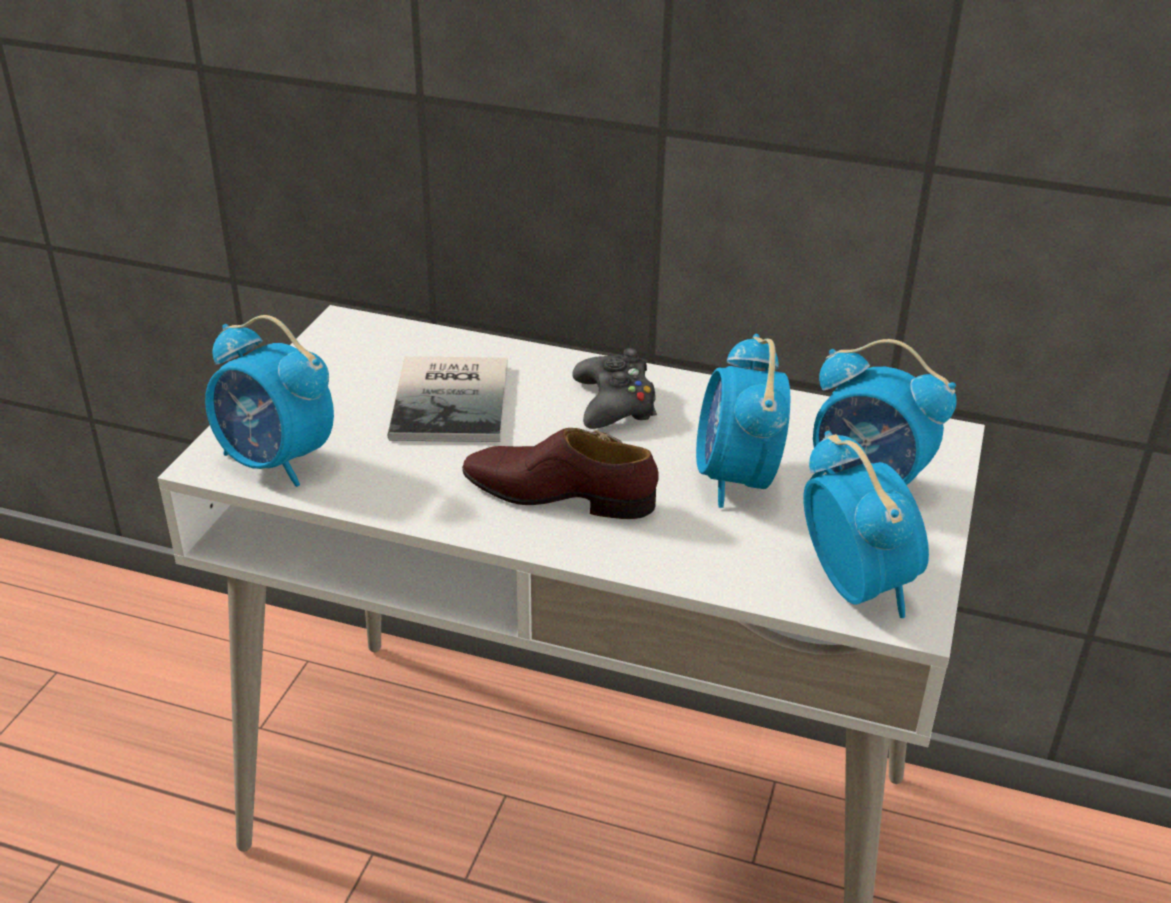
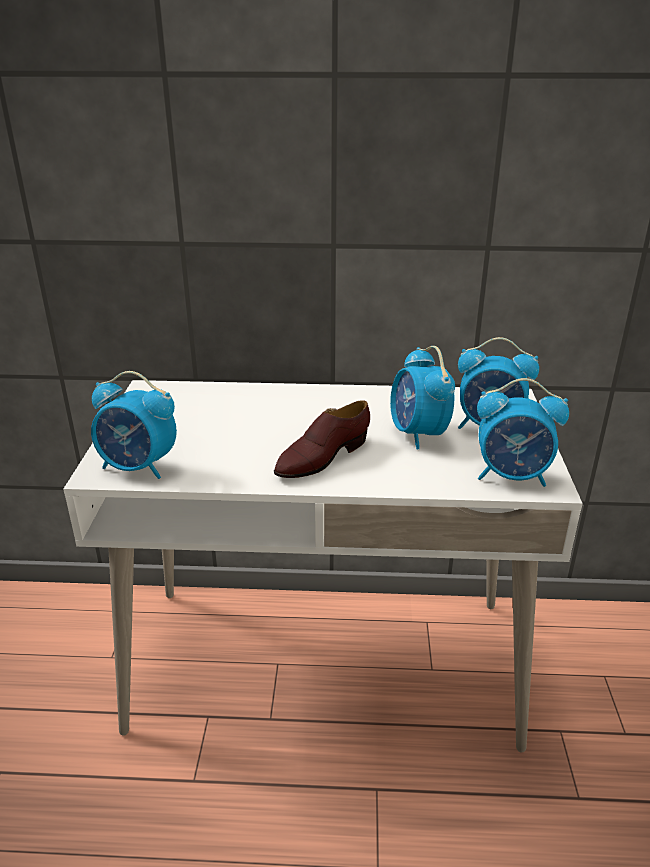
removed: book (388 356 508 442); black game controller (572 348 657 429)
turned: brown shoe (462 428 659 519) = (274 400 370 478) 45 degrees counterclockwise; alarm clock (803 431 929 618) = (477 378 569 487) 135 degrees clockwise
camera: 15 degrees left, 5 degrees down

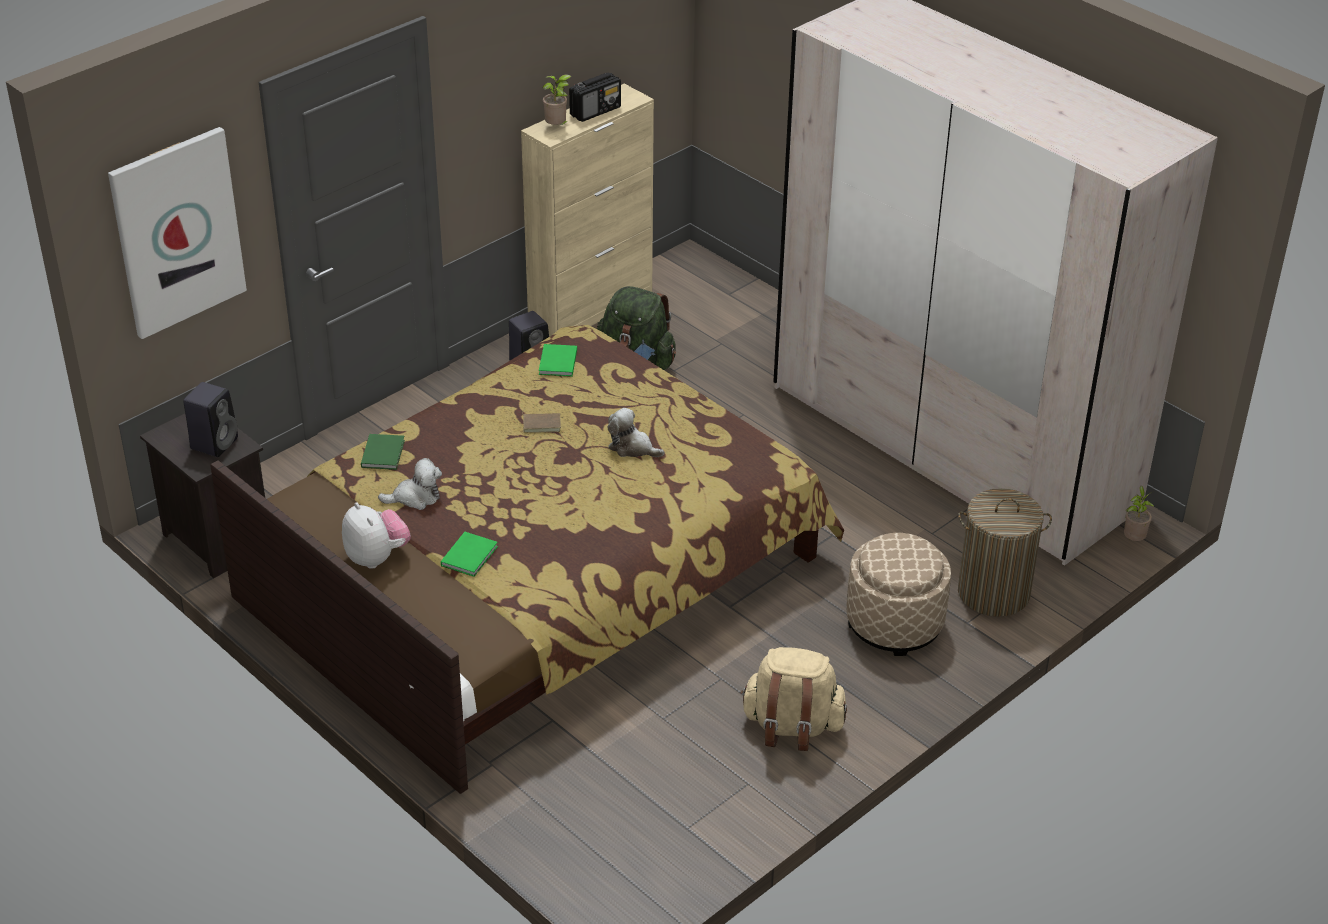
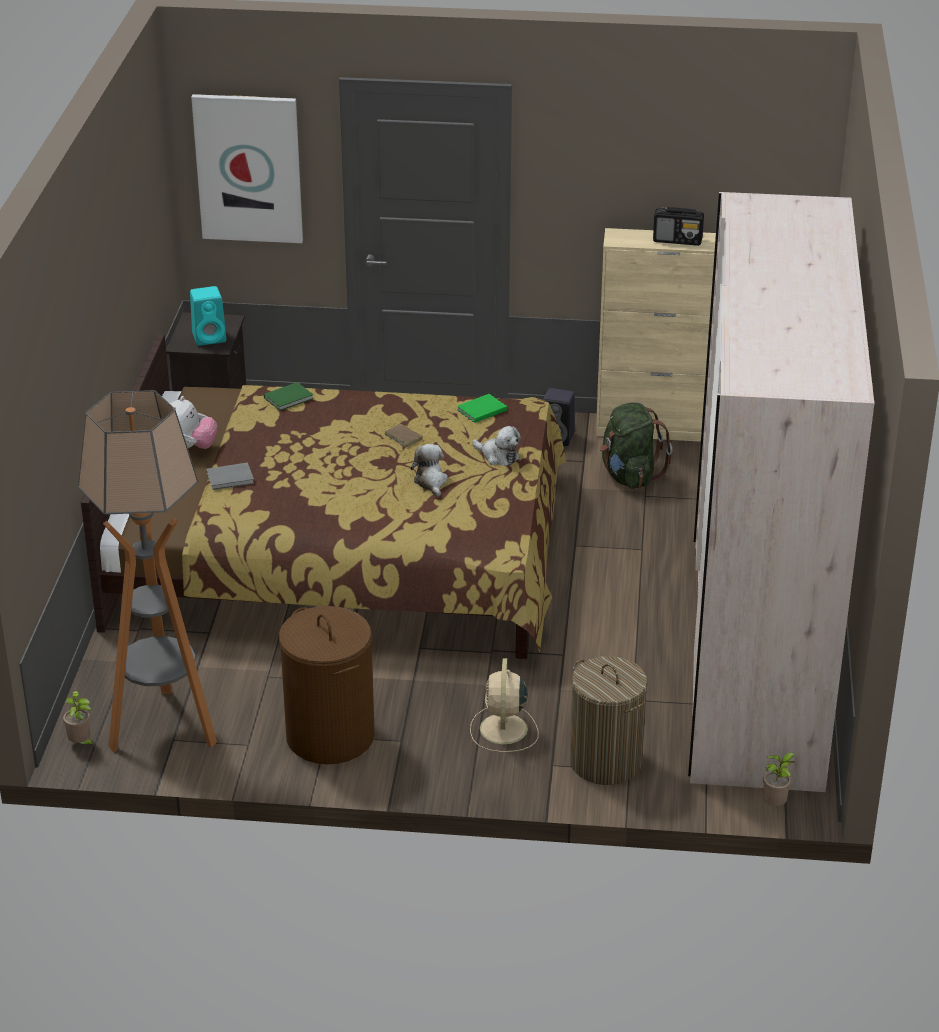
added: floor lamp (78 390 217 752)
moved: plush toy (378 458 442 510) to (472 426 521 466); potted plant (543 74 572 125) to (63 691 95 747)
replaced: beige backpack (740 647 847 751) to brown laundry basket (279 606 375 764); beige ottoman (846 533 951 656) to beige fan (470 658 539 752)
recoloured: black speaker (183 382 238 457) to turquoise speaker (190 286 226 346); green book (441 532 498 577) to grey book (206 462 254 490)
camera: 50 degrees right, 5 degrees down

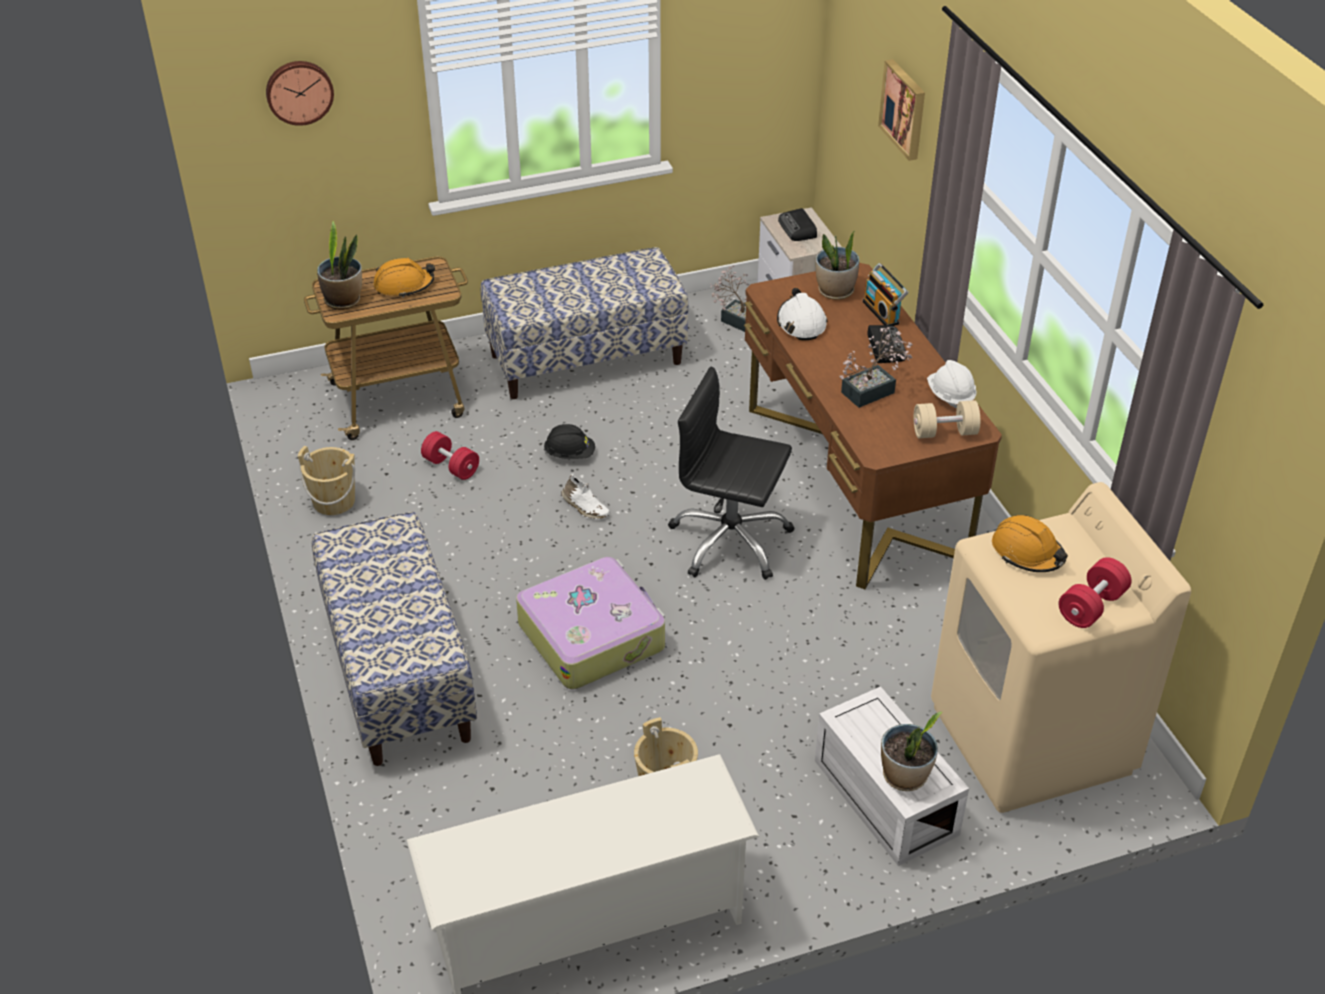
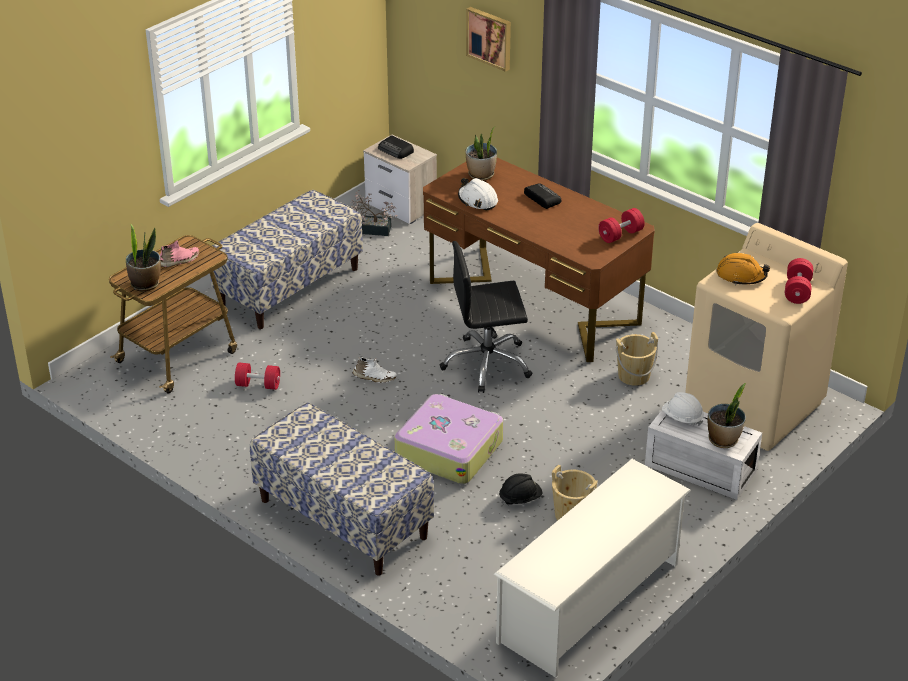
removed: wall clock (266 61 334 126); potted plant (839 327 913 408); radio (863 263 908 326)
moved: beige bucket (298 445 355 515) to (616 332 658 386); black hard hat (544 424 595 459) to (499 473 542 505); white hard hat (927 360 977 408) to (662 392 704 426)
replaced: orange hard hat (374 258 435 298) to pink shoe (160 240 199 267)
recoloured: beige dumbbell (914 400 980 438) to red dumbbell (598 208 645 243)
camera: 30 degrees left, 5 degrees down

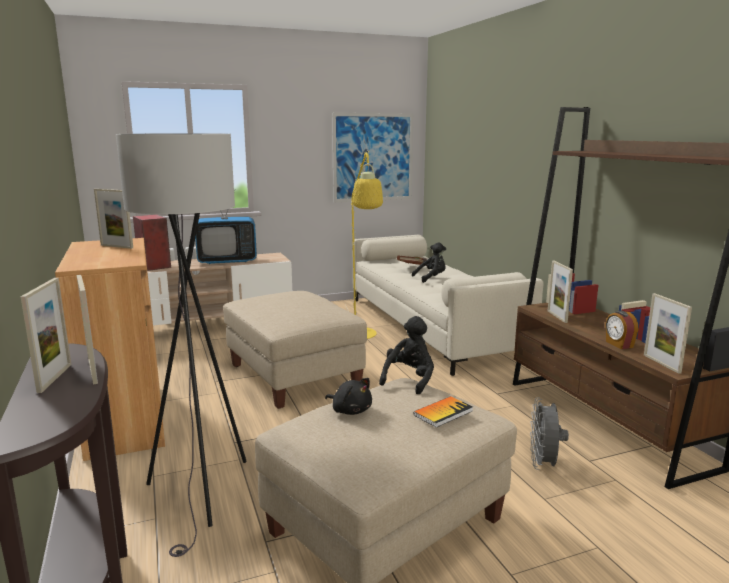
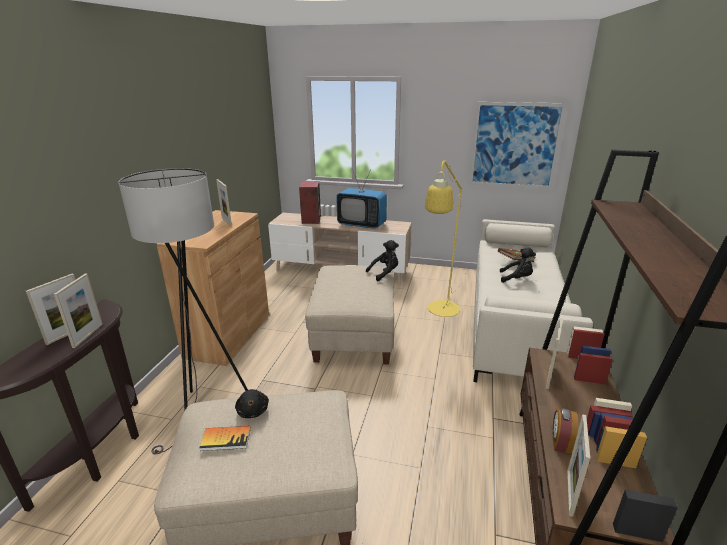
removed: grey fan (530 397 569 470)
moved: black plush toy (379 316 434 394) to (366 240 399 281); book (413 396 473 428) to (199 426 251 451)
camera: 35 degrees right, 10 degrees up

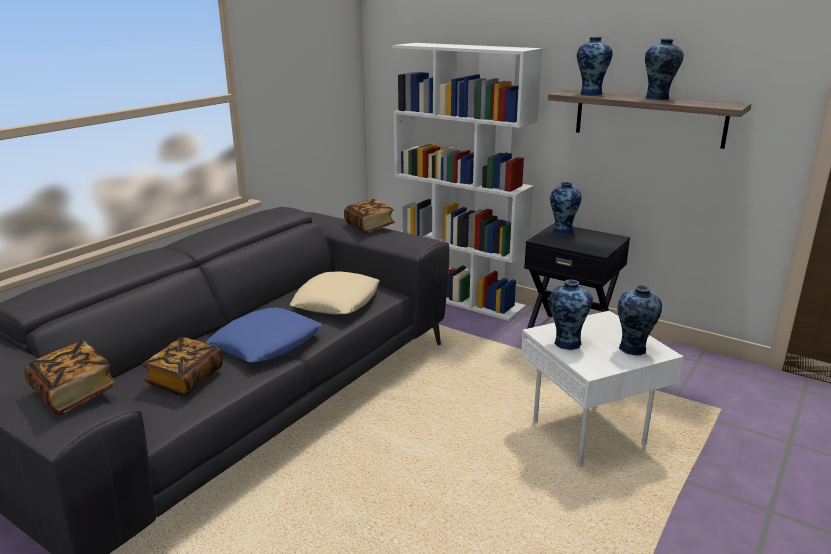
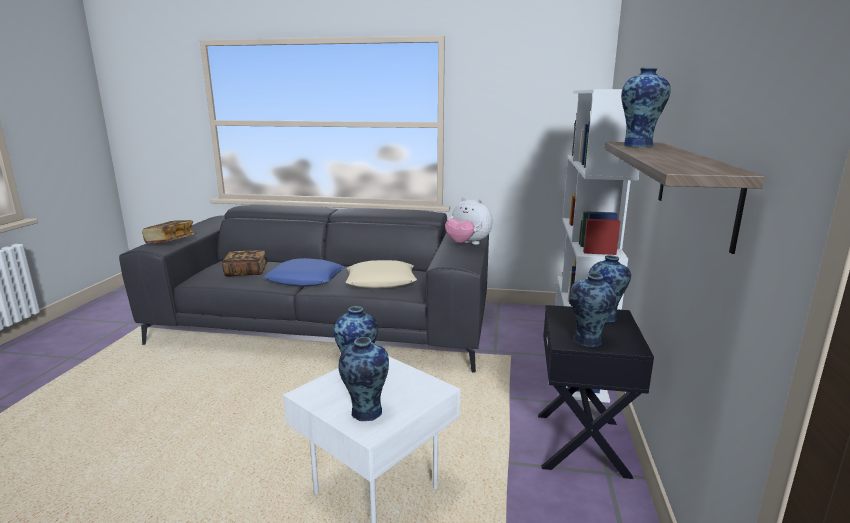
moved: vase (645 38 684 100) to (570 273 616 347)
replaced: book (344 199 395 233) to plush toy (445 197 492 245)
camera: 65 degrees right, 5 degrees down

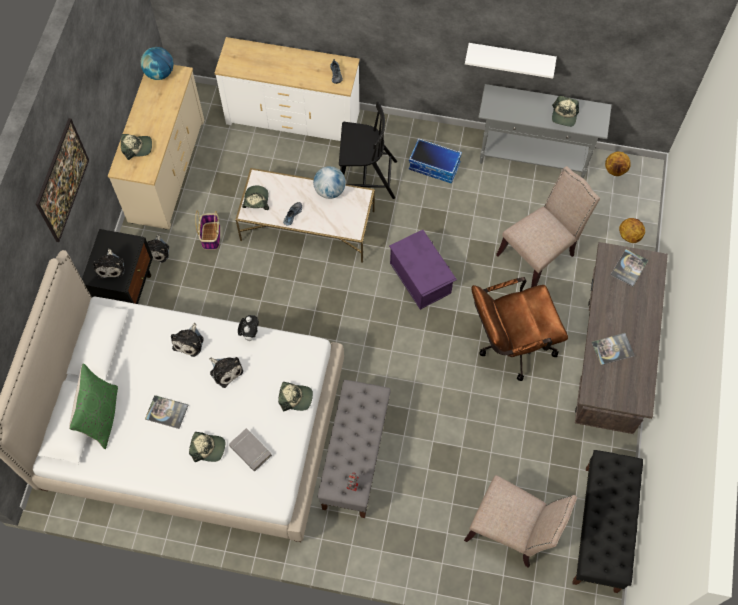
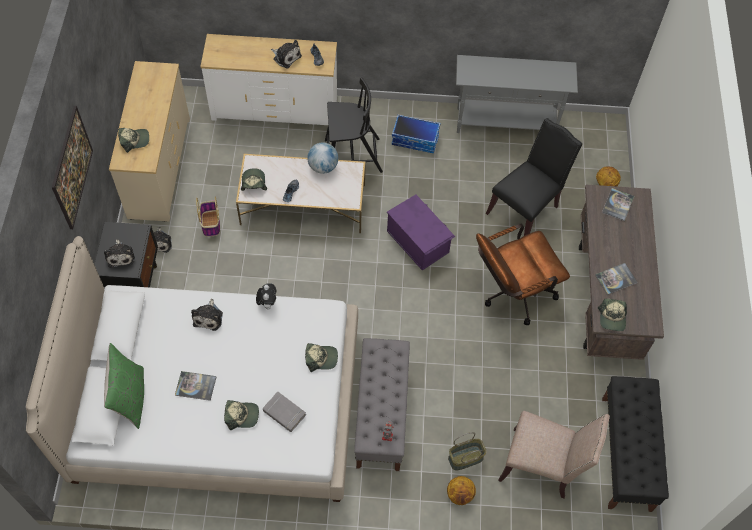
removed: globe (140 47 174 80); white shelf (465 43 557 78)
added: basket (448 432 487 470)
moved: plush toy (209 357 243 388) to (271 40 302 69); cap (552 96 579 127) to (598 299 627 331); basketball (605 152 631 176) to (447 476 476 505)
recoloured: beige chair (496 166 600 287) to black chair (486 118 582 236)
camera: 10 degrees left, 5 degrees down

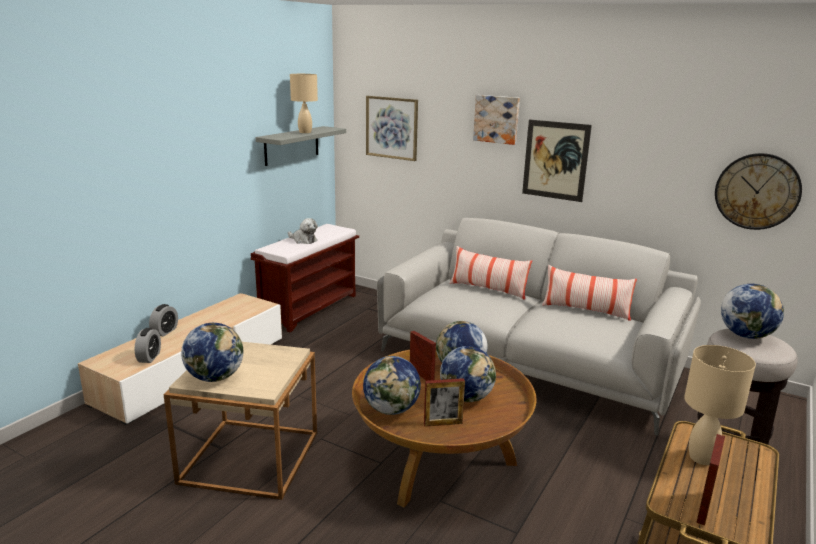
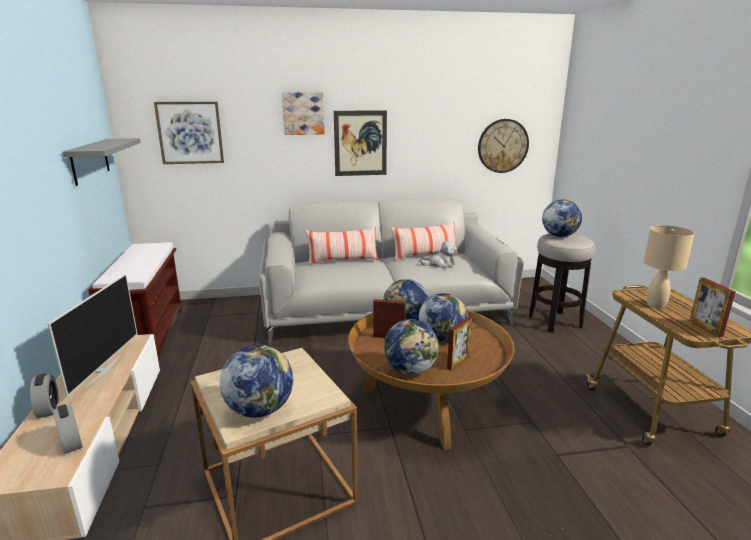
removed: beige table lamp (290 73 318 133)
added: television (48 274 137 397)
moved: plush toy (288 218 318 244) to (420 241 457 268)
camera: 40 degrees left, 0 degrees up

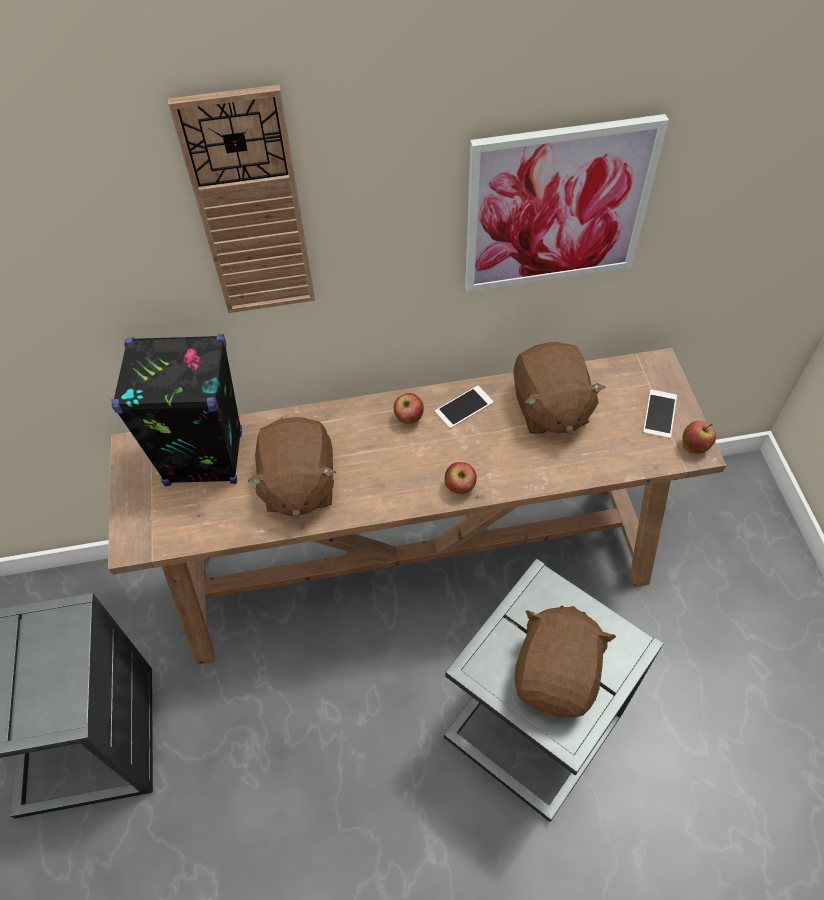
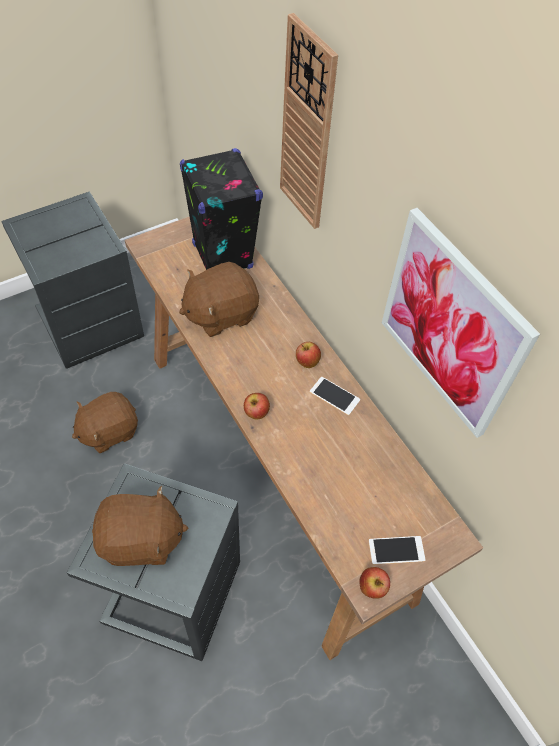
moved: brown plush toy (513 342 605 434) to (72 392 138 453)
camera: 65 degrees right, 0 degrees up

